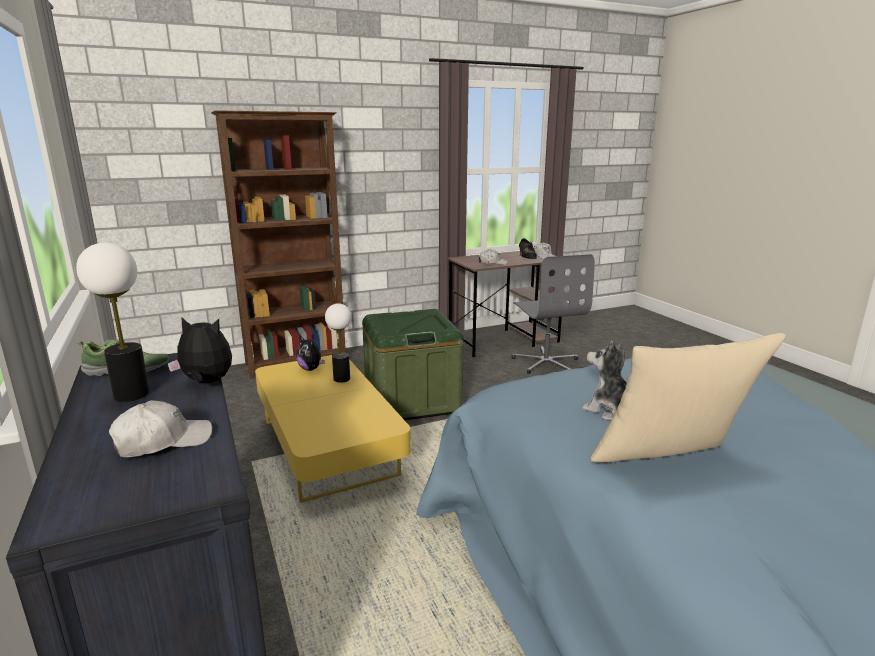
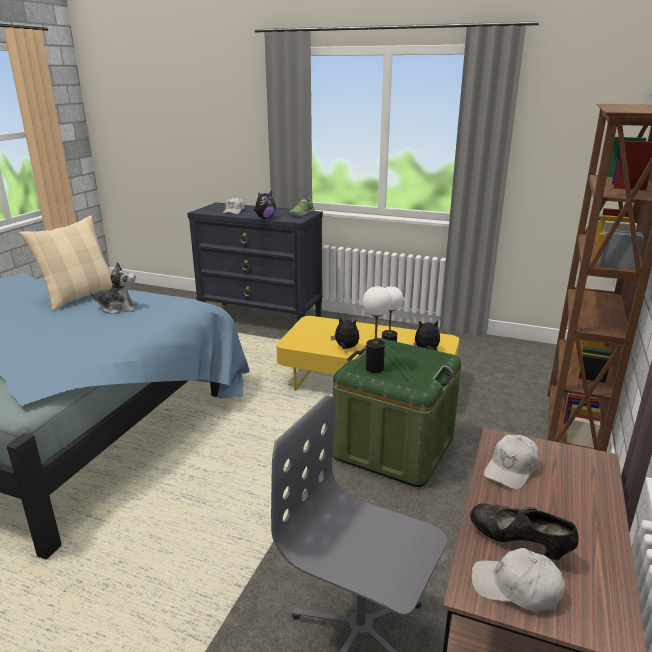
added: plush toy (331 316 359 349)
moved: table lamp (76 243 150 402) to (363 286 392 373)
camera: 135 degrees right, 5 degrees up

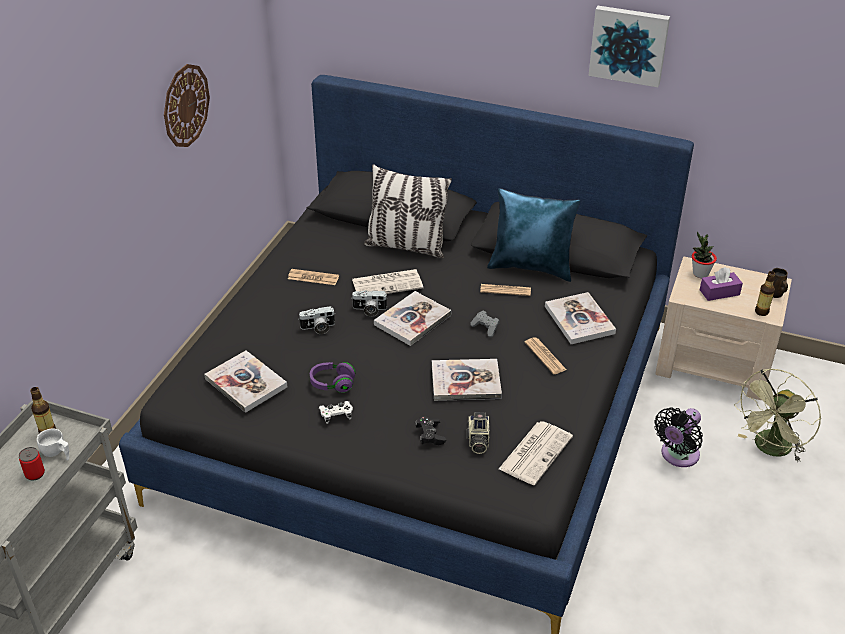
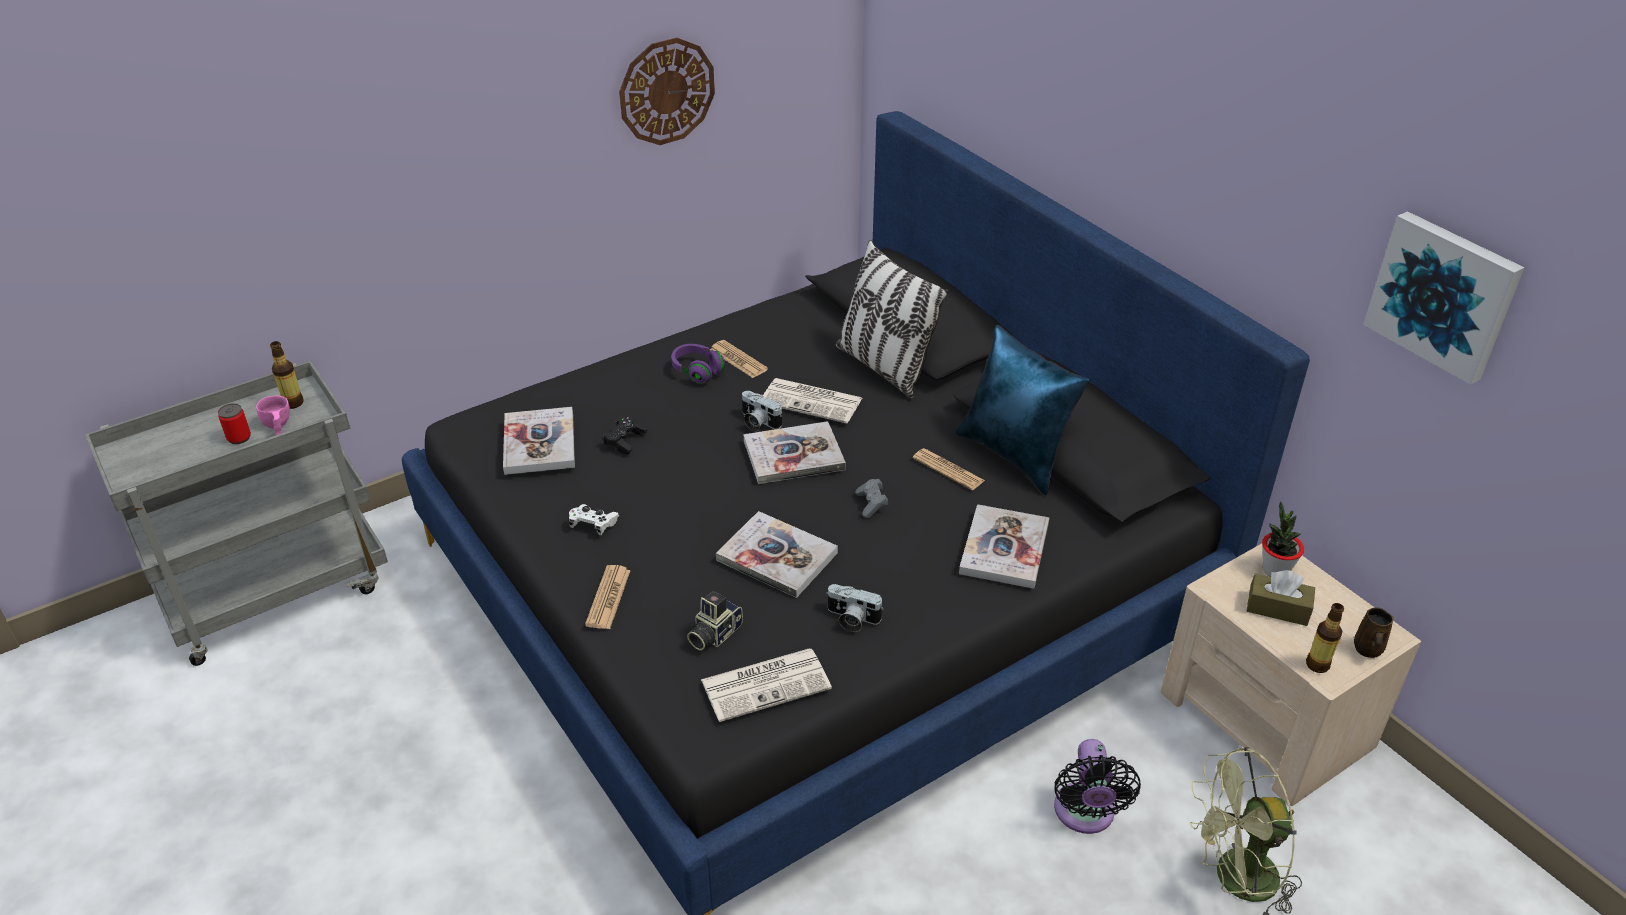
moved: photo camera (298 306 336 334) to (826 584 883 632); purple headphones (310 362 356 393) to (671 344 725 384); black game controller (415 416 446 445) to (602 416 648 455); newspaper (525 337 567 374) to (585 565 631 629); picture (588 6 670 87) to (1363 211 1524 385)
recoloured: white cup (37 429 69 461) to pink cup (256 396 290 435); purple tissue box (700 267 743 301) to brown tissue box (1247 570 1315 626)
turned: black fan (655 407 703 467) = (1054 739 1141 834) 75 degrees counterclockwise
camera: 35 degrees right, 0 degrees up

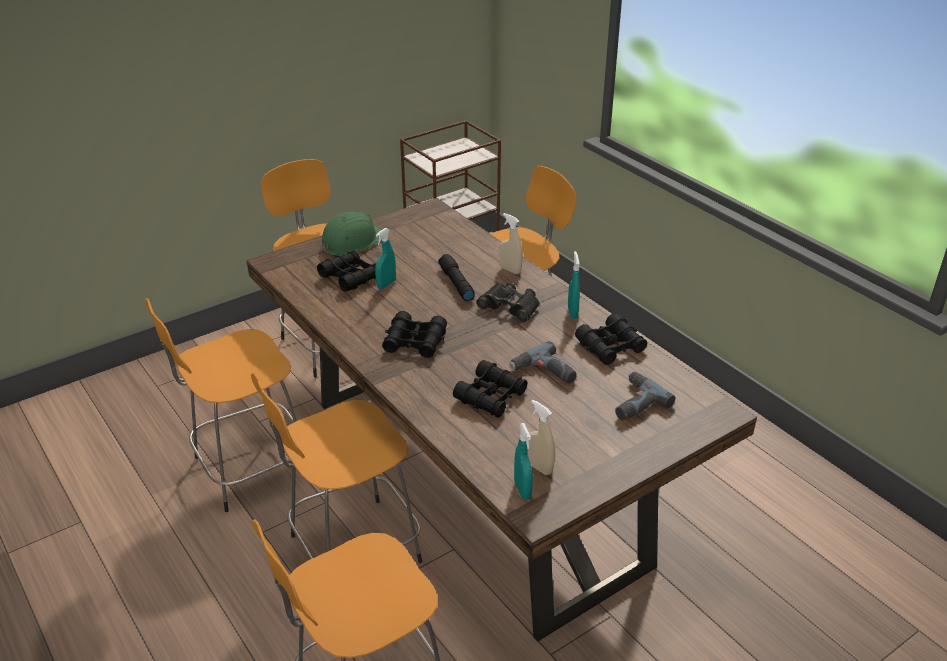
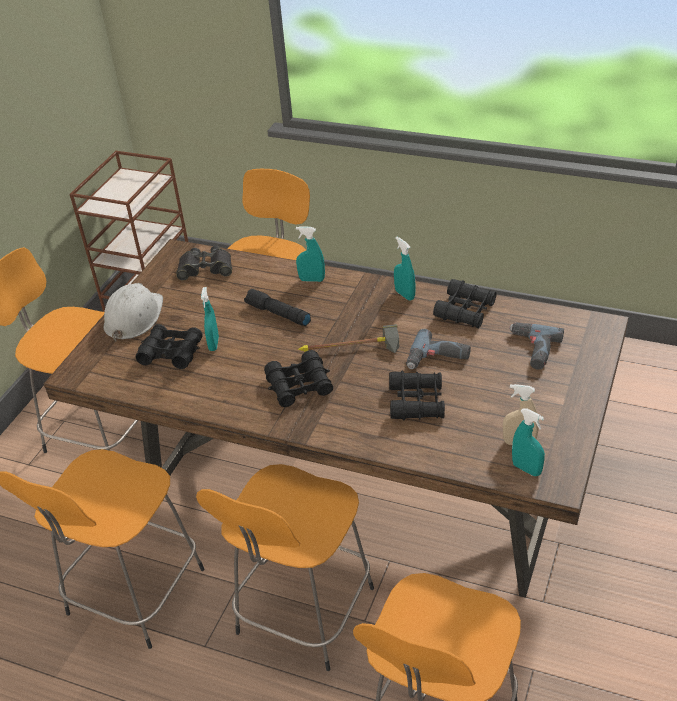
added: hammer (298 324 399 353)
moved: black binoculars (476 283 540 322) to (176 246 232 281)
recoloured: green hard hat (321 212 382 255) to white hard hat (104 283 163 342); beige spray bottle (499 213 523 274) to turquoise spray bottle (296 226 325 282)
camera: 30 degrees left, 5 degrees up

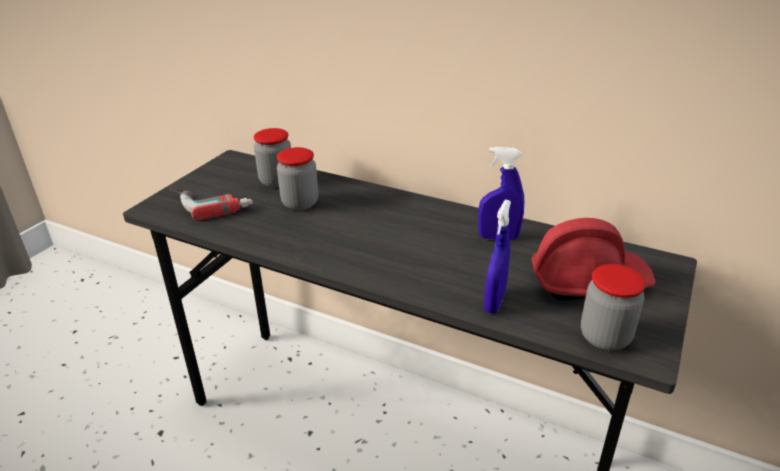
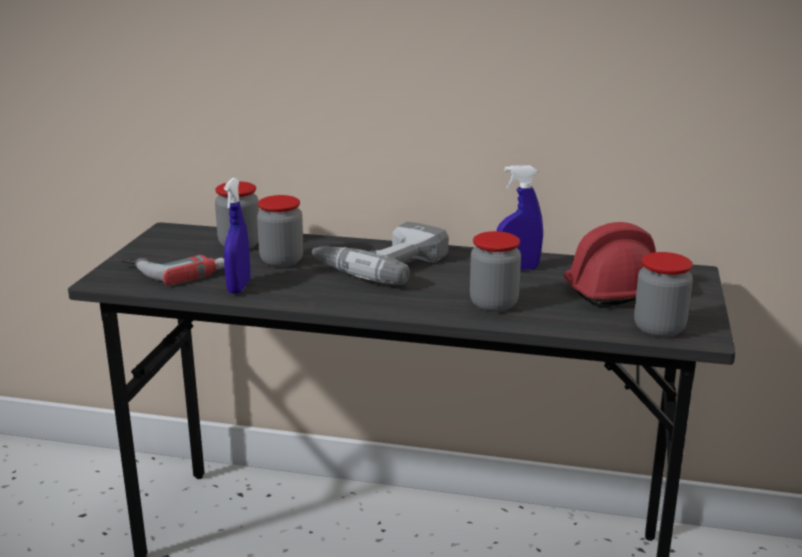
added: power drill (311 222 449 285); jar (470 231 521 312)
moved: blue spray bottle (484 200 511 313) to (224 178 250 294)
camera: 15 degrees left, 10 degrees down

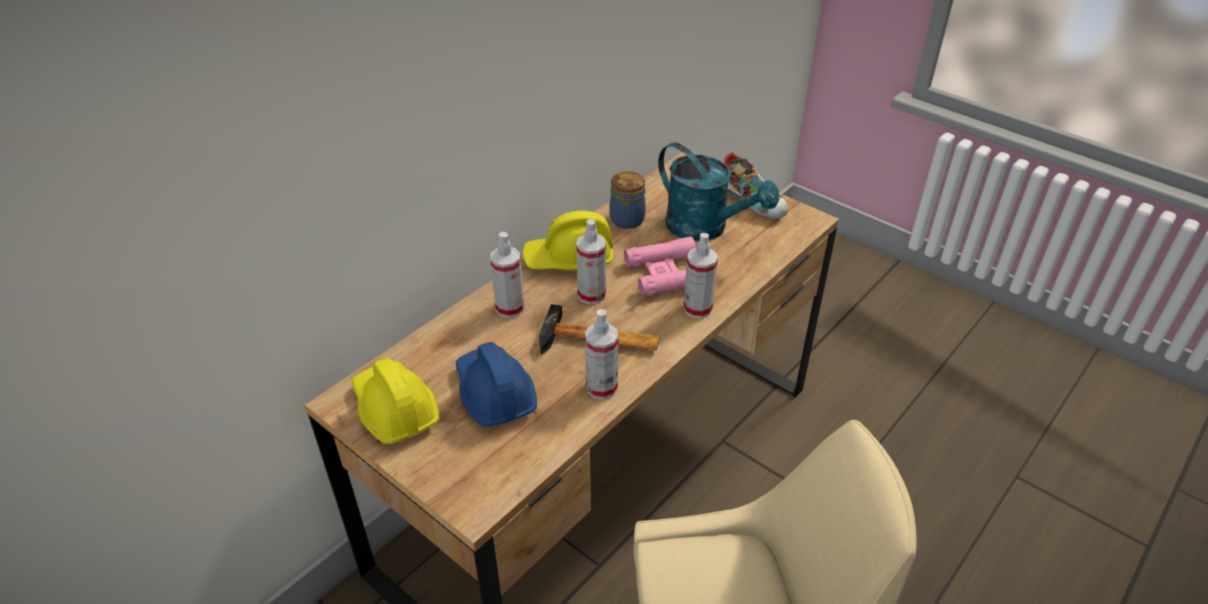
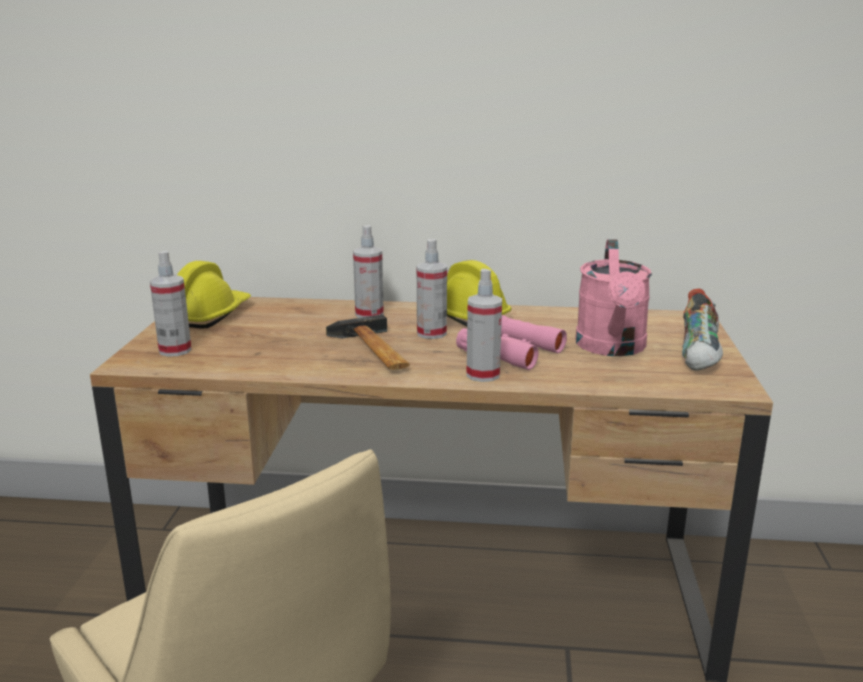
removed: blue hard hat (456 342 537 427); jar (610 171 646 229)
moved: spray bottle (585 309 618 400) to (150 251 192 357)
recoloured: turquoise watering can (658 142 779 241) to pink watering can (575 239 652 356)
camera: 55 degrees right, 20 degrees down

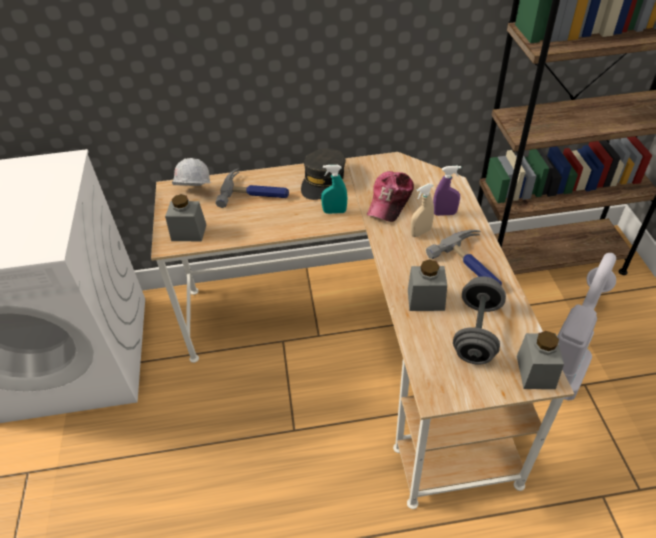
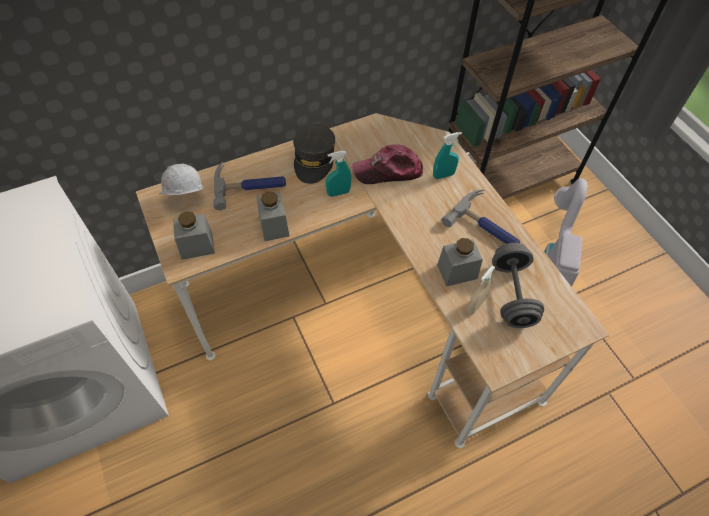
moved: beige spray bottle (411 183 434 237) to (467 266 495 314); grey jar (517 331 564 389) to (256 191 290 241)
recoloured: purple spray bottle (433 166 462 216) to turquoise spray bottle (433 132 462 179)
turned: cap (367 171 414 222) = (352 144 423 184) 75 degrees clockwise
camera: 20 degrees left, 10 degrees up

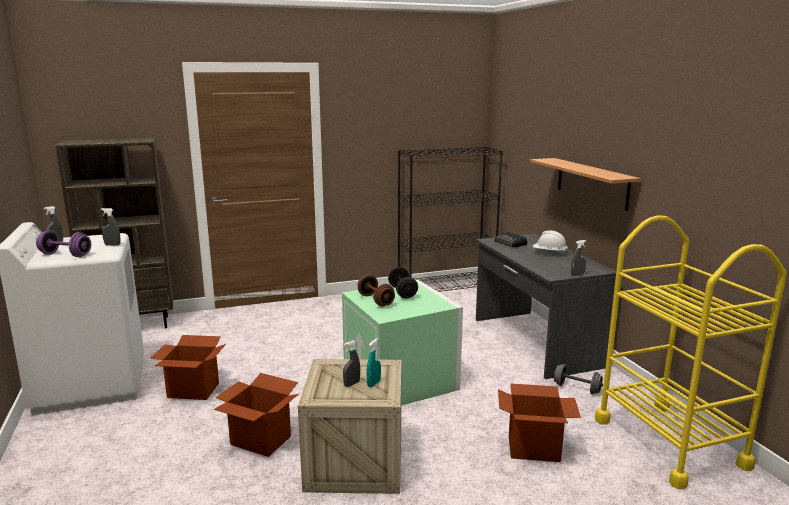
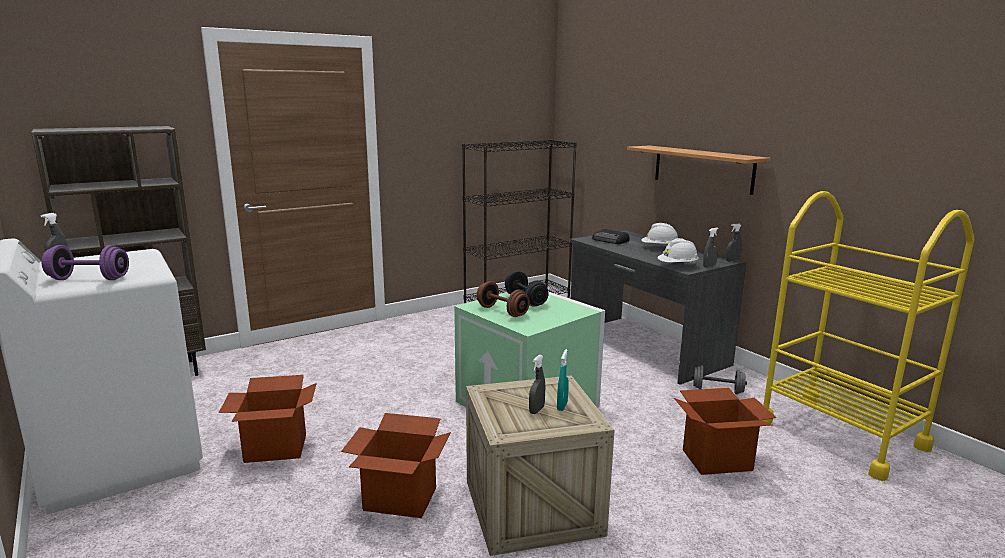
added: white hard hat (657 238 699 265)
moved: grey spray bottle (101 208 120 246) to (726 224 742 262)
camera: 15 degrees left, 0 degrees up

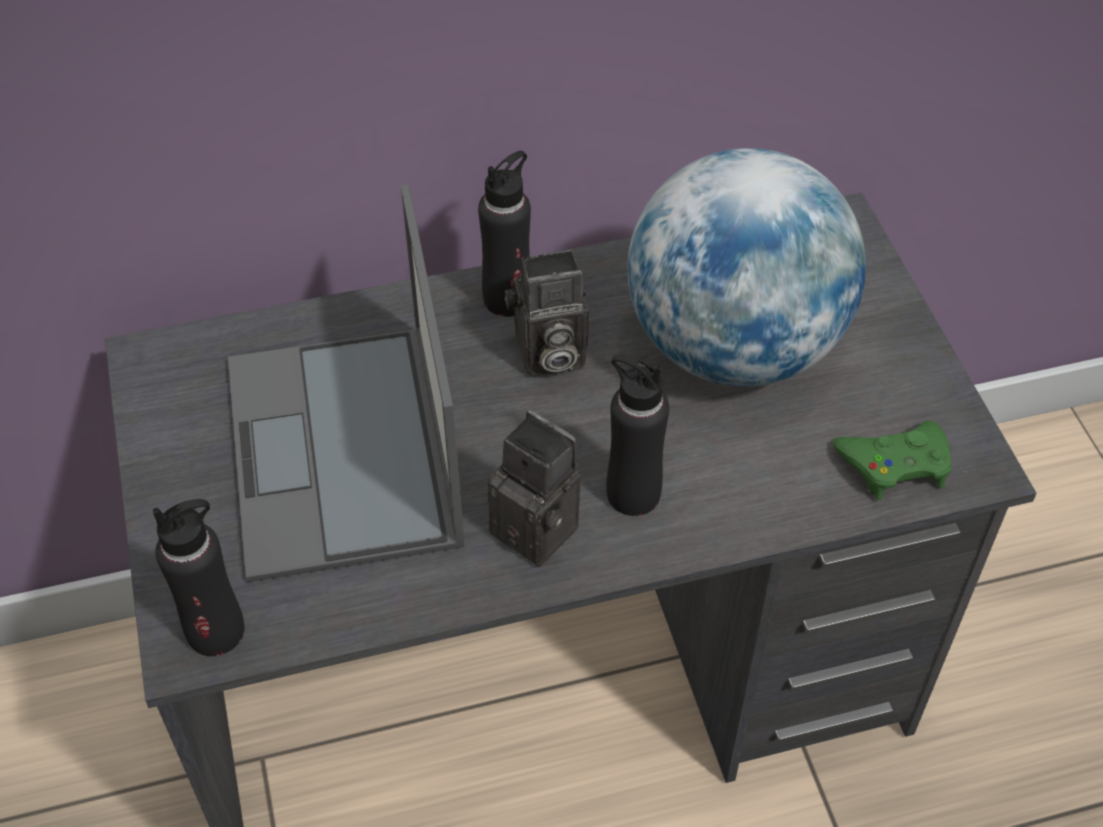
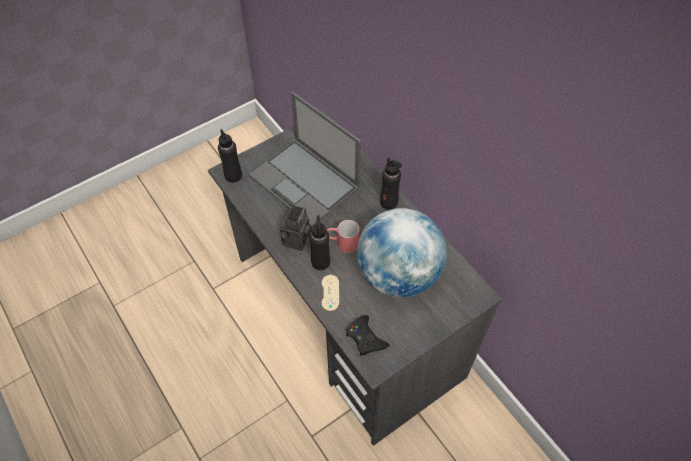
removed: photo camera (505 250 589 376)
added: beige game controller (322 275 339 311); red mug (327 220 359 253)
recoloured: green game controller (833 420 952 500) to black game controller (346 315 389 356)
turned: laptop (228 185 464 582) = (249 92 361 227) 105 degrees counterclockwise
camera: 70 degrees right, 5 degrees up

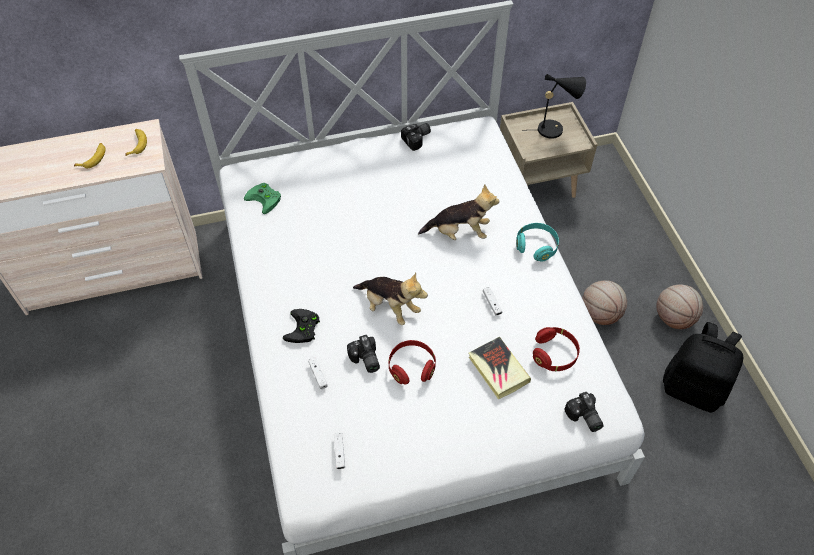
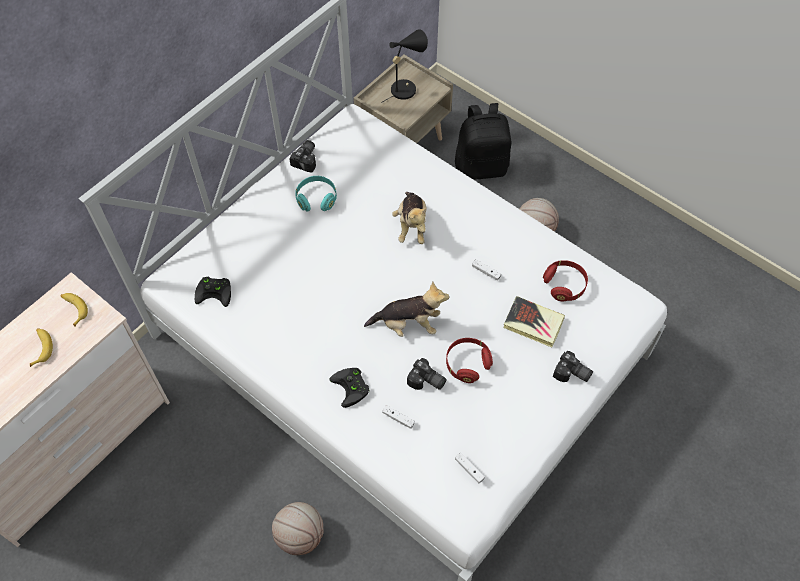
moved: turquoise headphones (516 223 559 262) to (295 176 337 212); photo camera (564 392 604 432) to (553 351 593 382); basketball (656 285 703 329) to (272 502 324 555); black backpack (663 322 743 413) to (455 103 511 180)
recoloured: green game controller (244 183 281 214) to black game controller (195 277 231 307)
turned: plush toy (418 184 499 240) = (392 192 427 244) 120 degrees clockwise
camera: 35 degrees left, 5 degrees up

